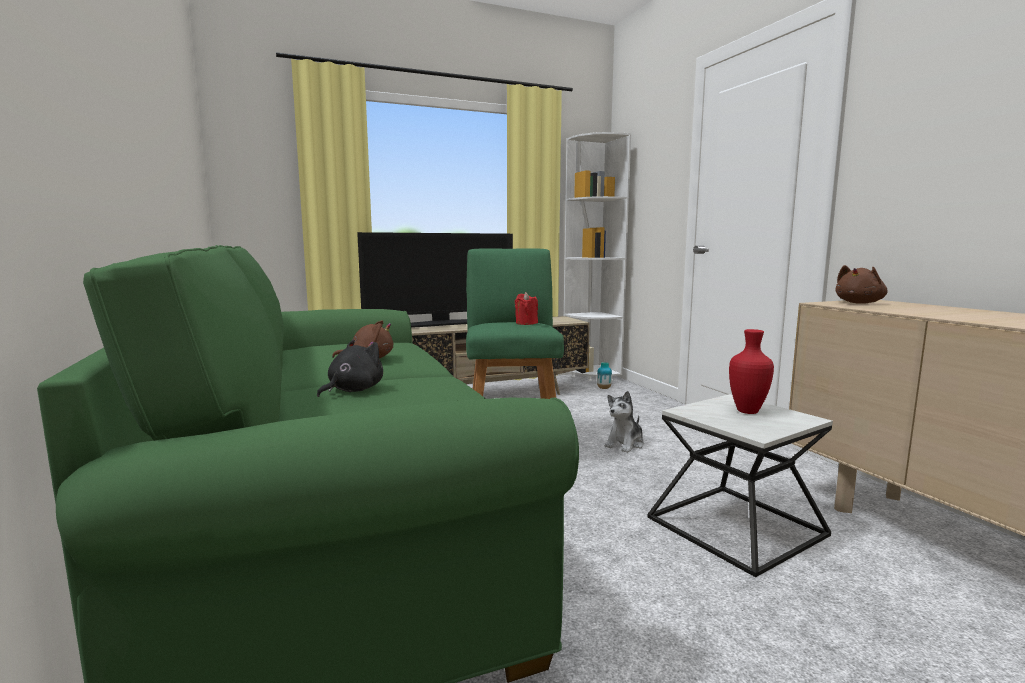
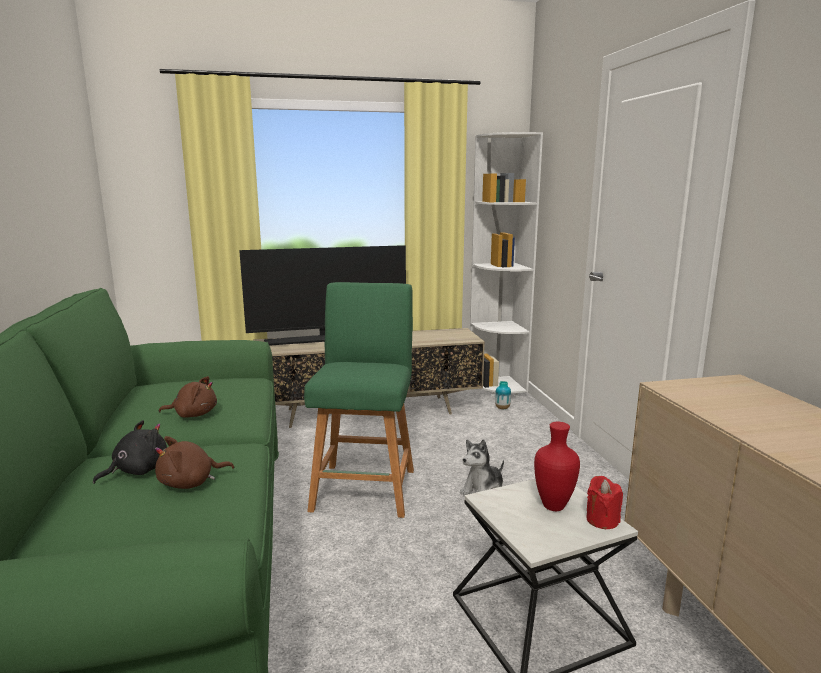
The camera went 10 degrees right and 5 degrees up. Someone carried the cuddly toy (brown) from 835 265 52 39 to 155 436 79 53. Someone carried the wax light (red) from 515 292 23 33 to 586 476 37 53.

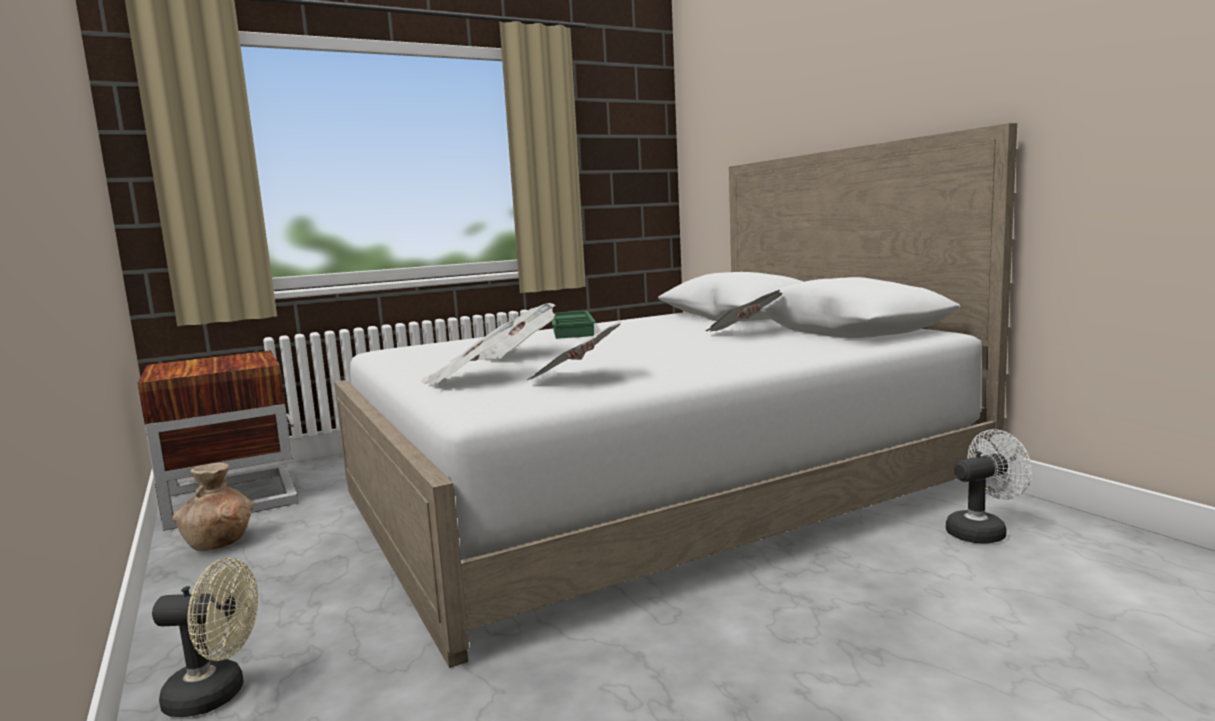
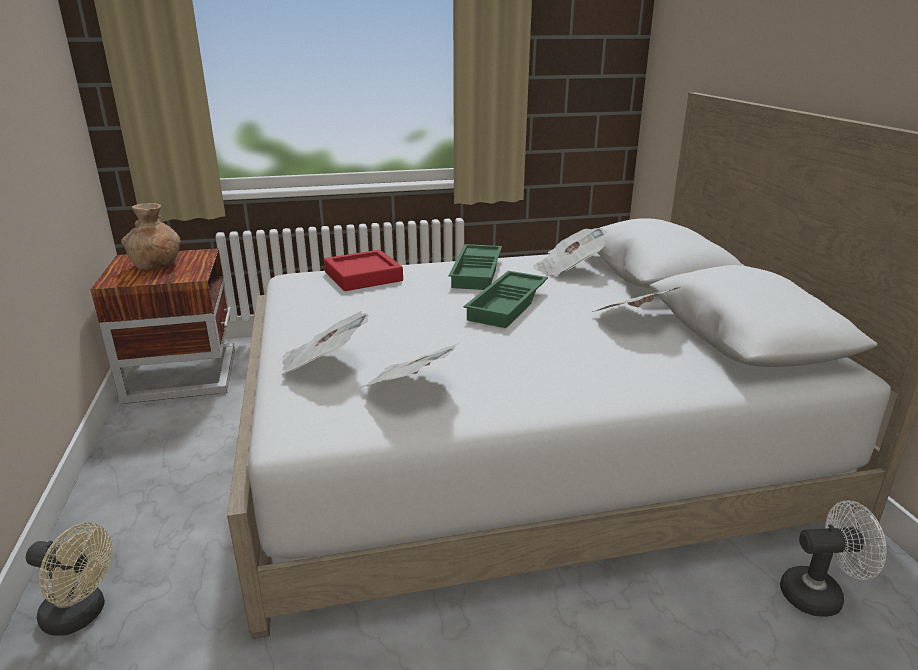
The camera went 15 degrees right and 15 degrees up. Someone carried the printed paper from 478 303 78 57 to 533 228 74 47. Someone carried the flower vase (brown) from 172 463 81 88 to 121 203 60 66. Someone put down the tray (red) at 324 250 79 41. Someone put down the tray (greenish) at 463 271 85 57.

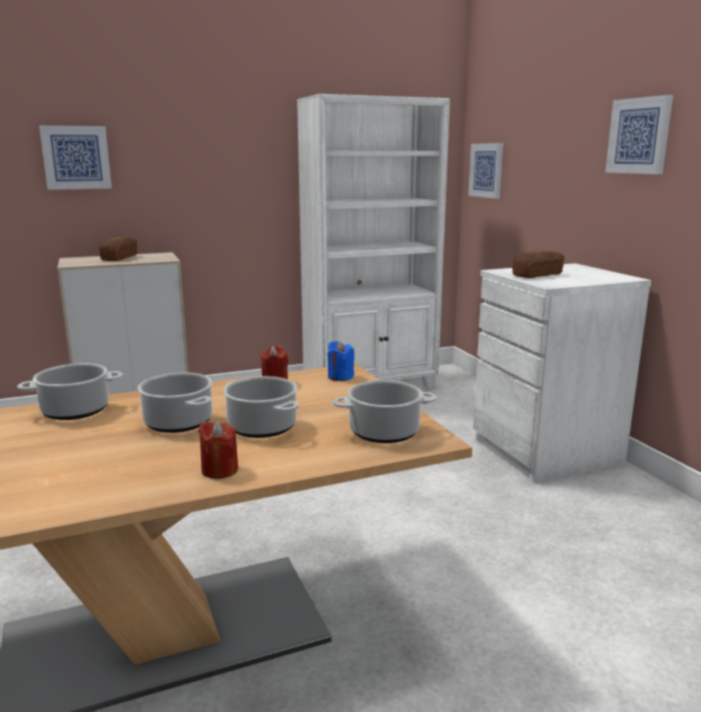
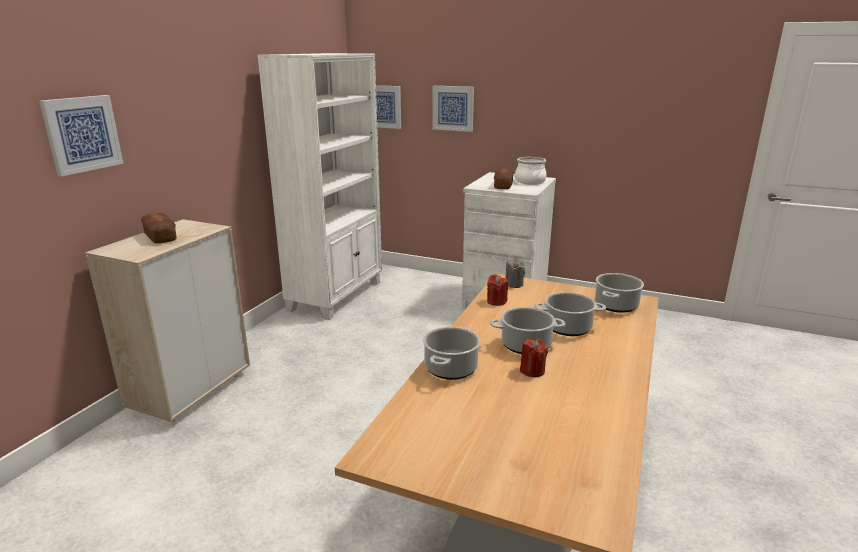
The camera went 45 degrees left and 5 degrees up. Someone carried the wall art from 605 95 68 79 to 432 86 42 46. Someone repainted the wax light (bluish) at 328 341 26 40, which became the wax light (gray) at 505 260 20 28. Someone carried the wax light (red) from 198 421 40 58 to 520 339 28 38. Someone put down the saucepot at 515 157 32 27.

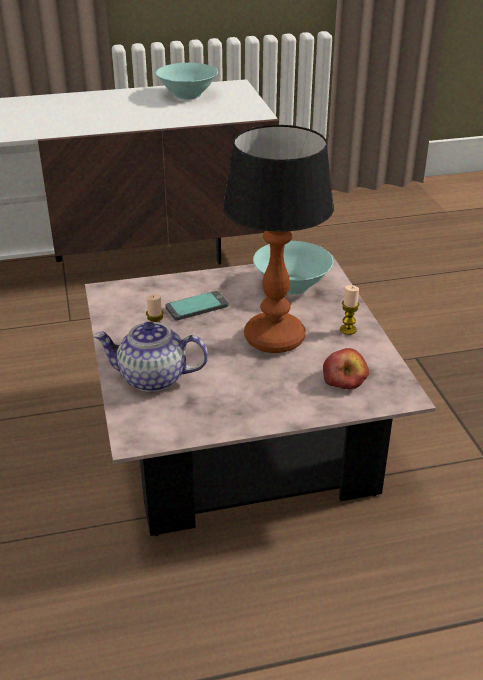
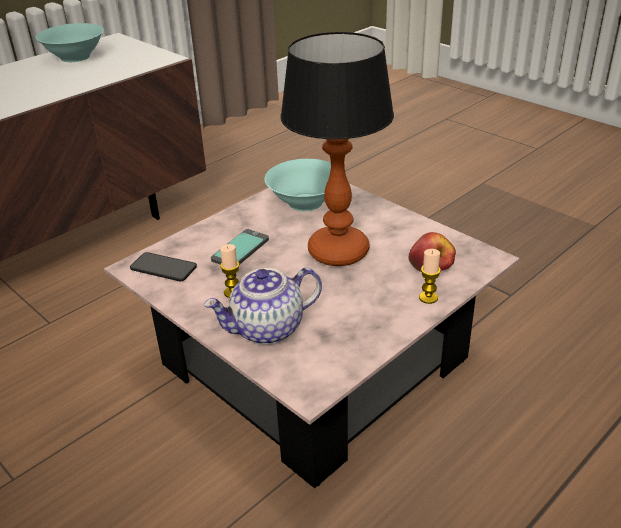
The camera went 30 degrees left and 0 degrees up. Someone carried the wax light from 340 285 19 50 to 419 249 22 55. Someone put down the phone at 130 252 67 29.

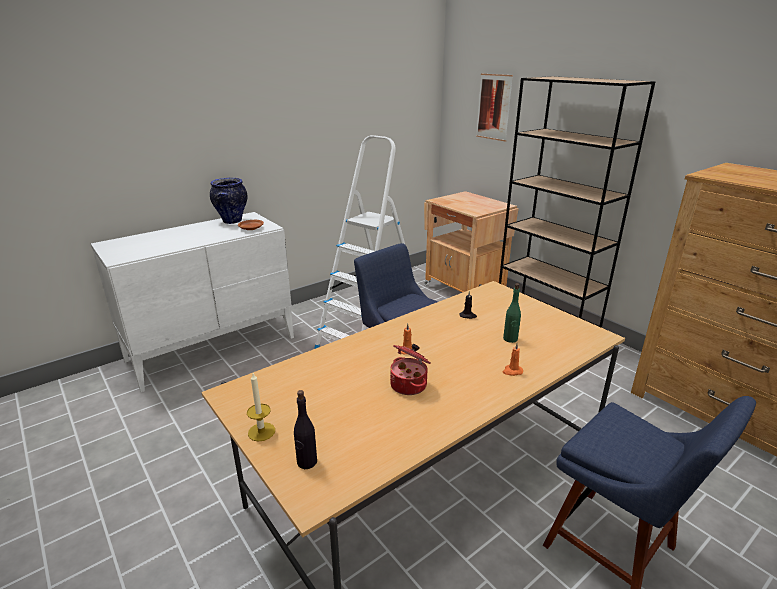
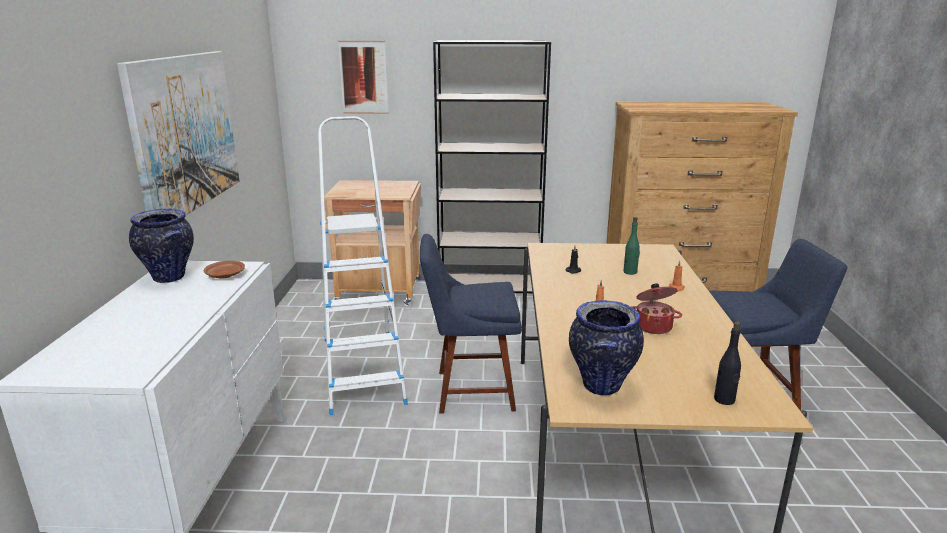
The camera went 50 degrees left and 5 degrees down. Someone took away the wax light at 247 373 28 69. Someone put up the wall art at 117 51 123 164. Someone put down the flower vase at 569 300 75 96.

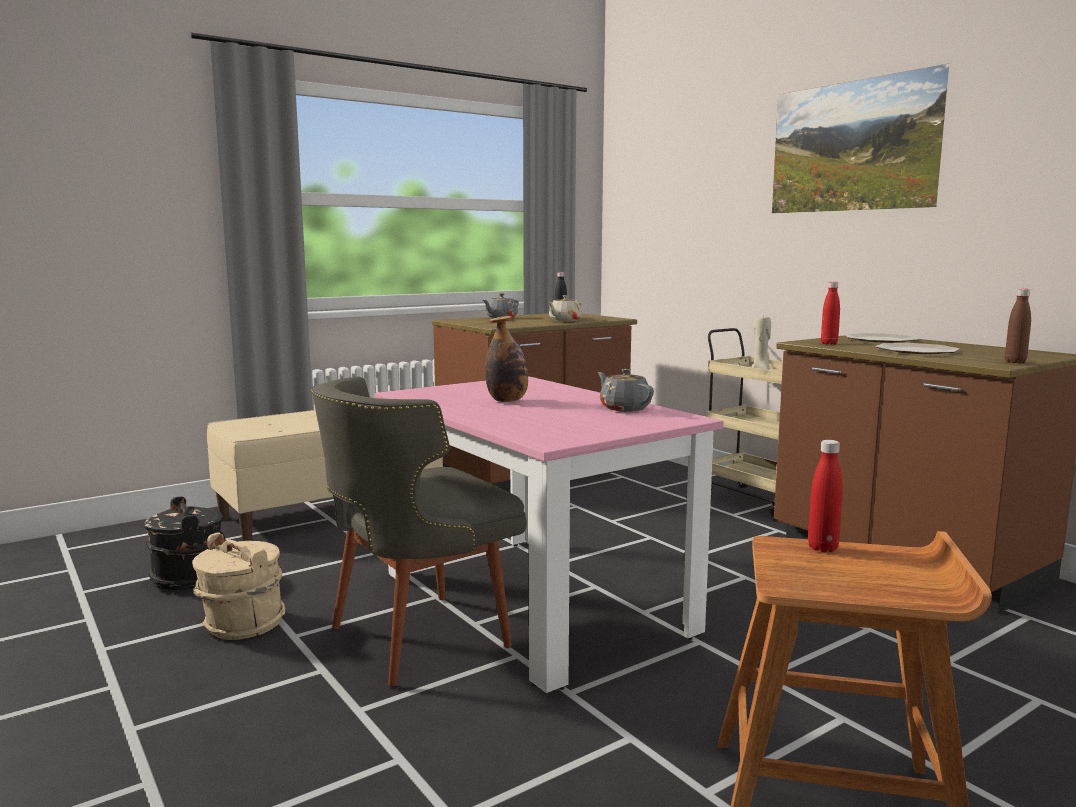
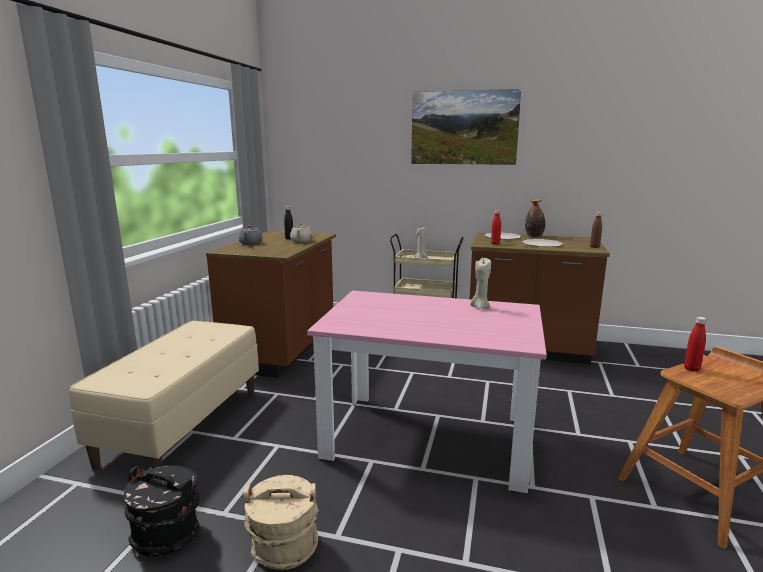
The camera went 40 degrees left and 5 degrees up. Someone carried the bottle from 485 316 43 86 to 525 198 20 39. Someone swapped the pot for tea (gray) at 597 369 57 43 for the wax light (beige-coloured) at 470 258 21 51. Someone took away the upright chair (gray) at 311 377 216 310.

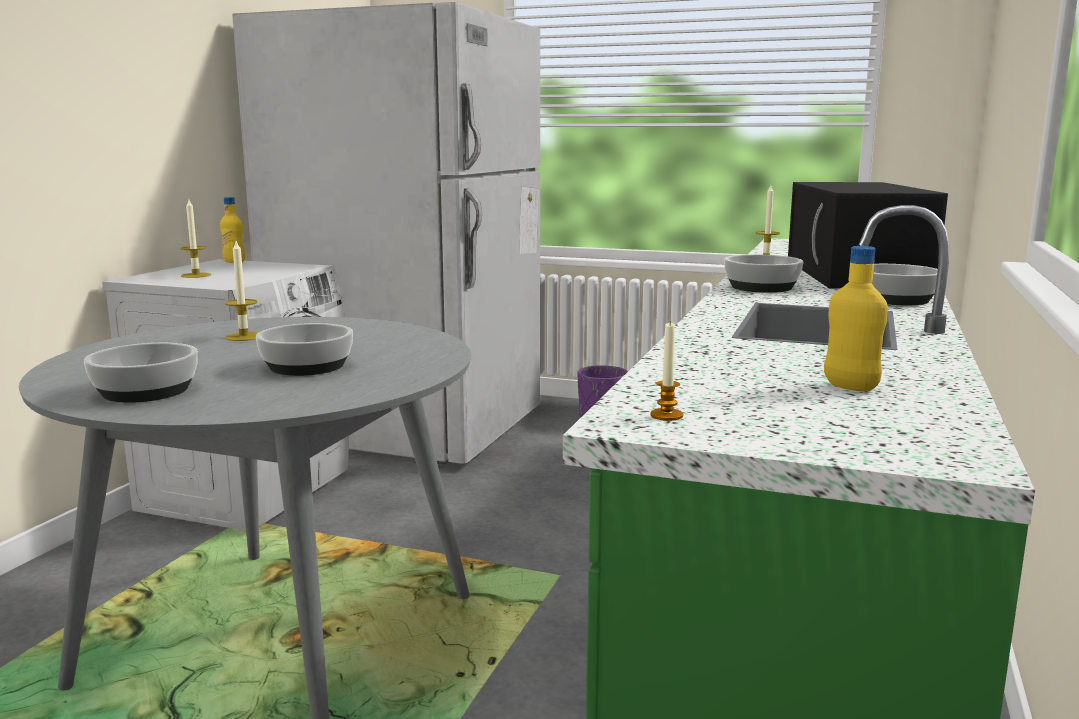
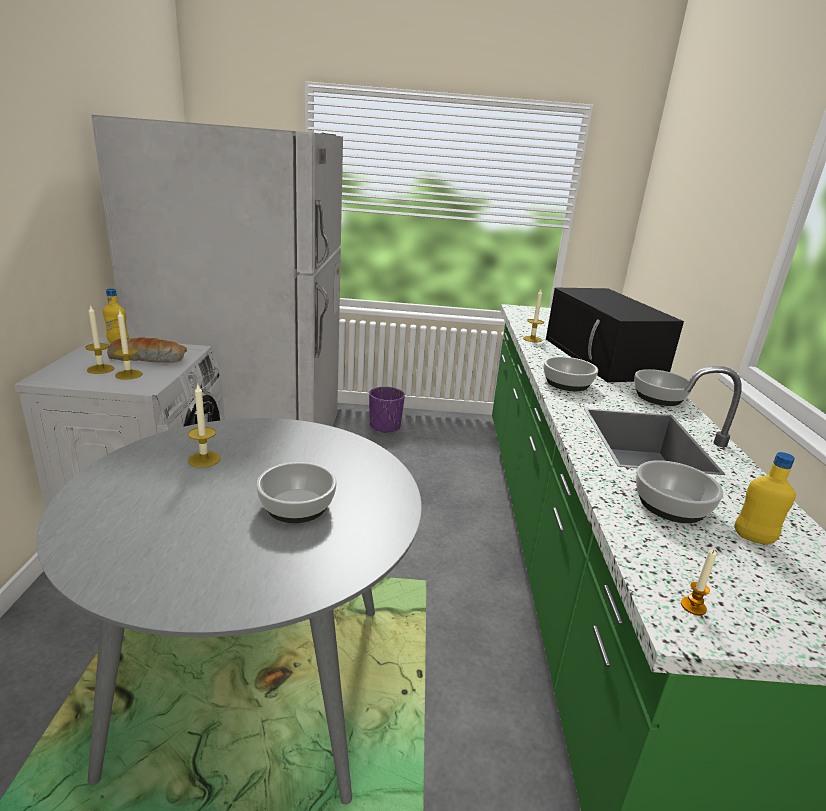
The camera went 20 degrees left and 10 degrees up. Someone carried the bowl from 84 343 114 60 to 636 460 87 63. Someone put down the wax light at 114 311 28 69. Someone put down the baked bread at 107 337 80 26.

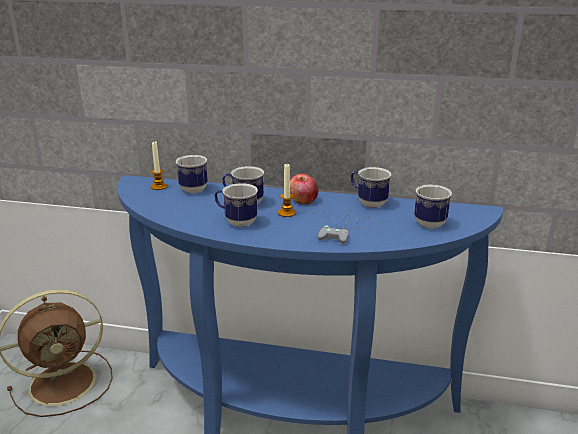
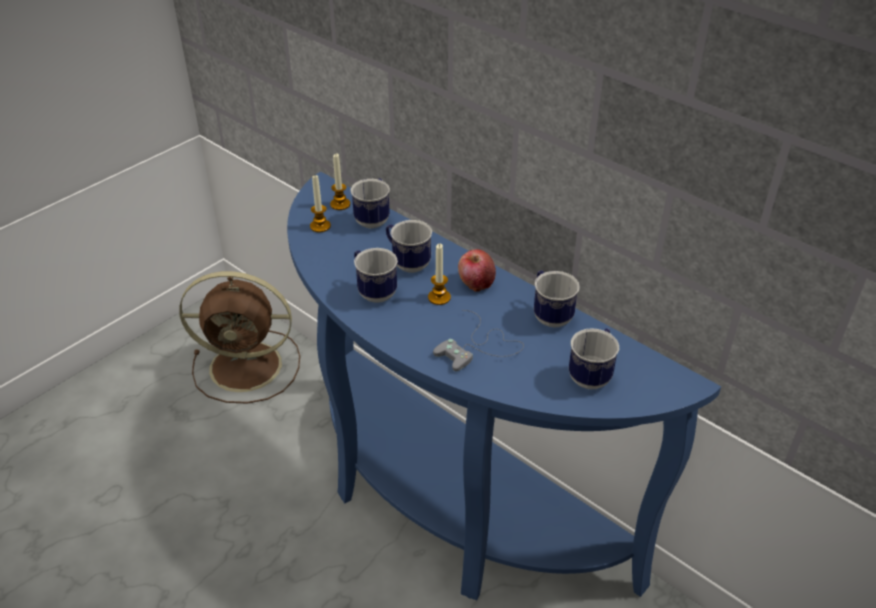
The camera went 30 degrees right and 15 degrees up. Someone put down the wax light at 310 175 21 58.

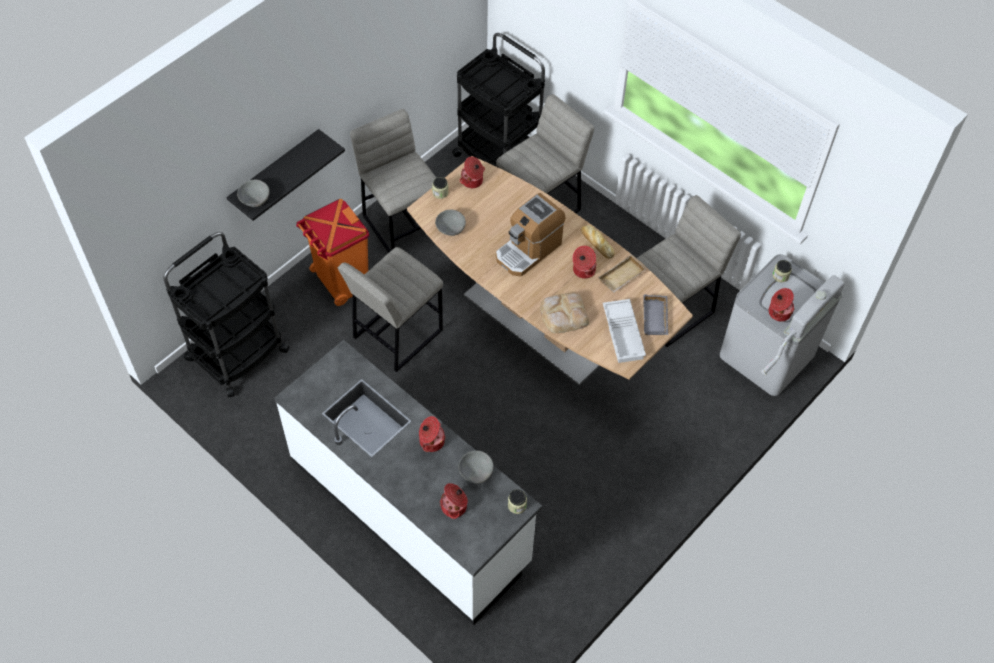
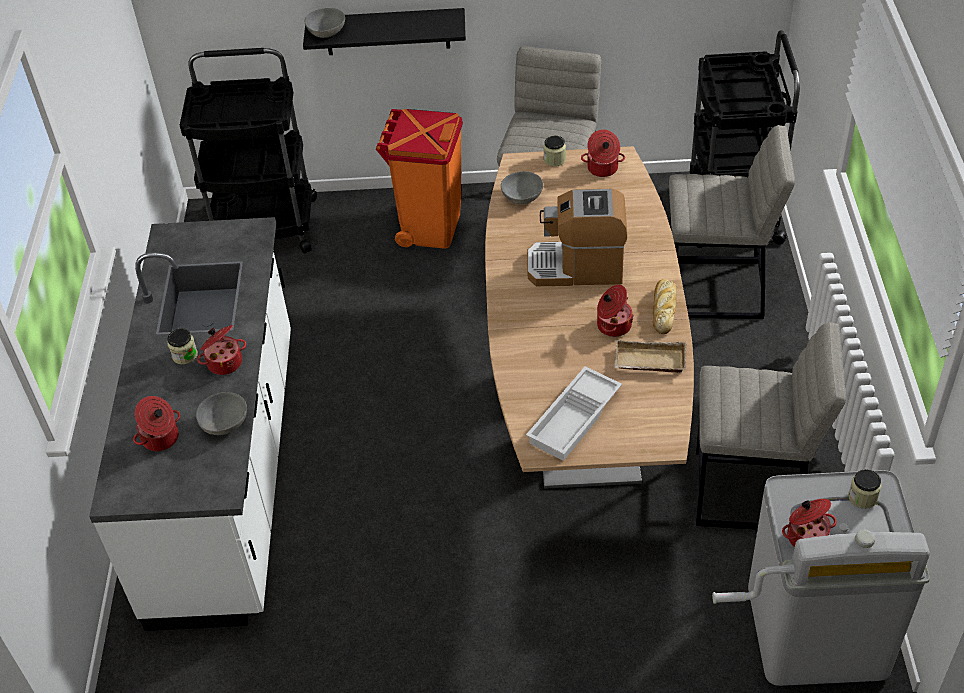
The camera went 50 degrees right and 10 degrees down. Someone took away the upright chair (gray) at 337 247 106 125. Someone took away the baked bread at 540 293 49 40. Someone took away the tray (gray) at 644 295 24 40. Someone carried the preserve jar from 508 489 19 25 to 168 328 30 37.

